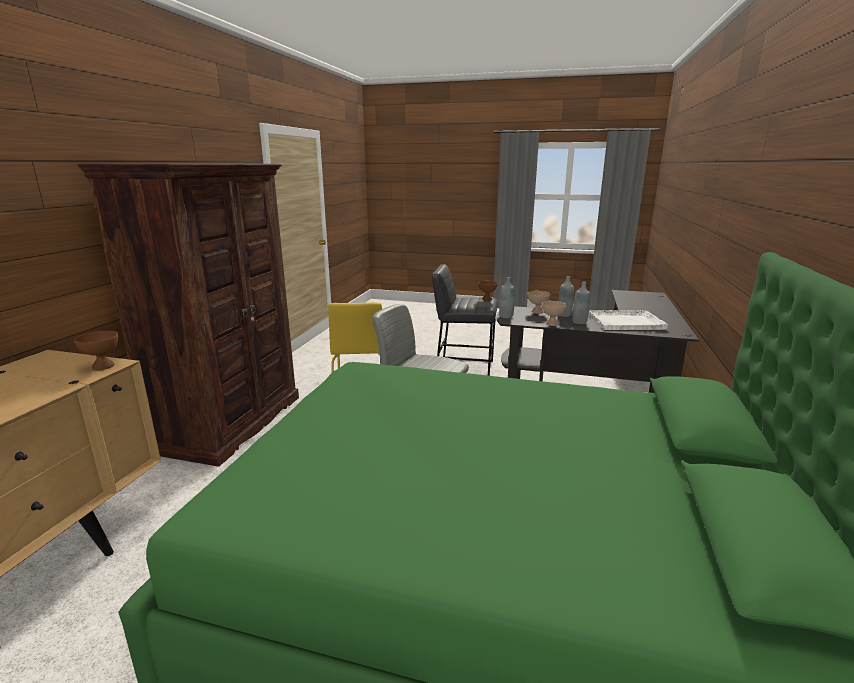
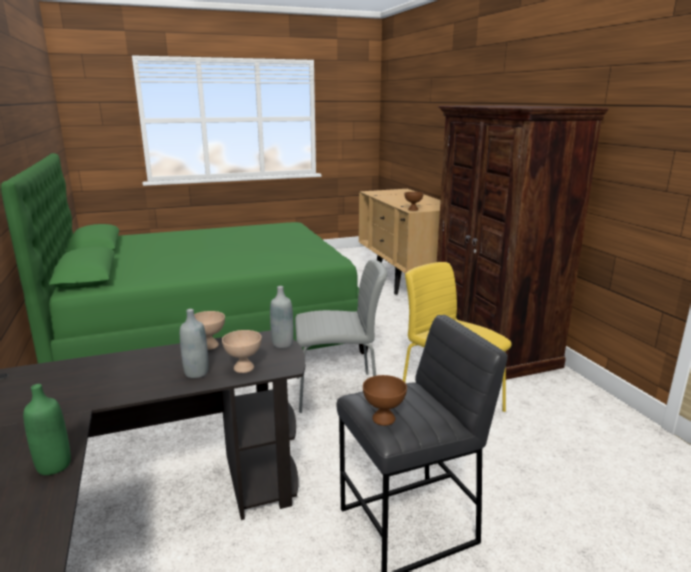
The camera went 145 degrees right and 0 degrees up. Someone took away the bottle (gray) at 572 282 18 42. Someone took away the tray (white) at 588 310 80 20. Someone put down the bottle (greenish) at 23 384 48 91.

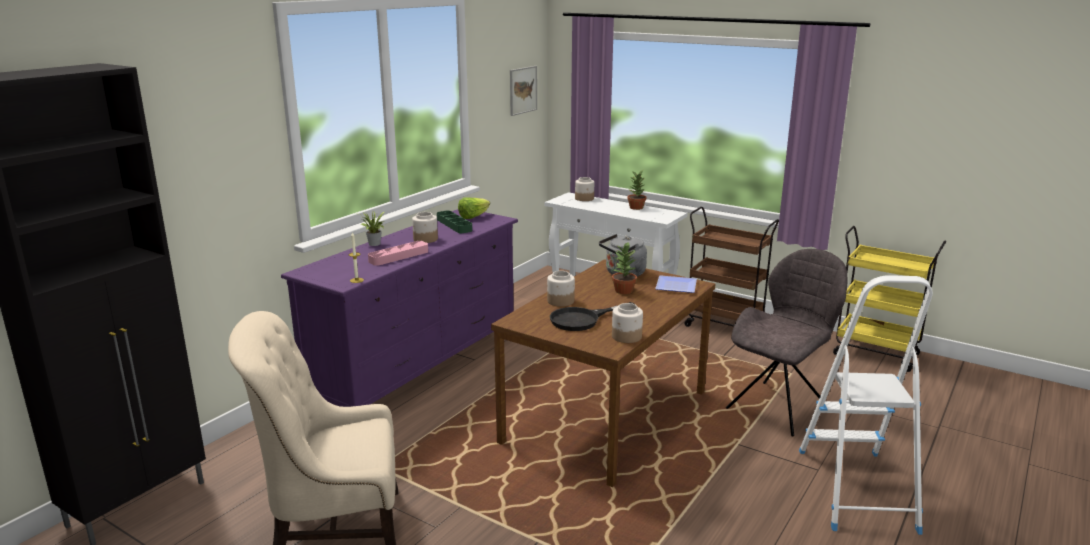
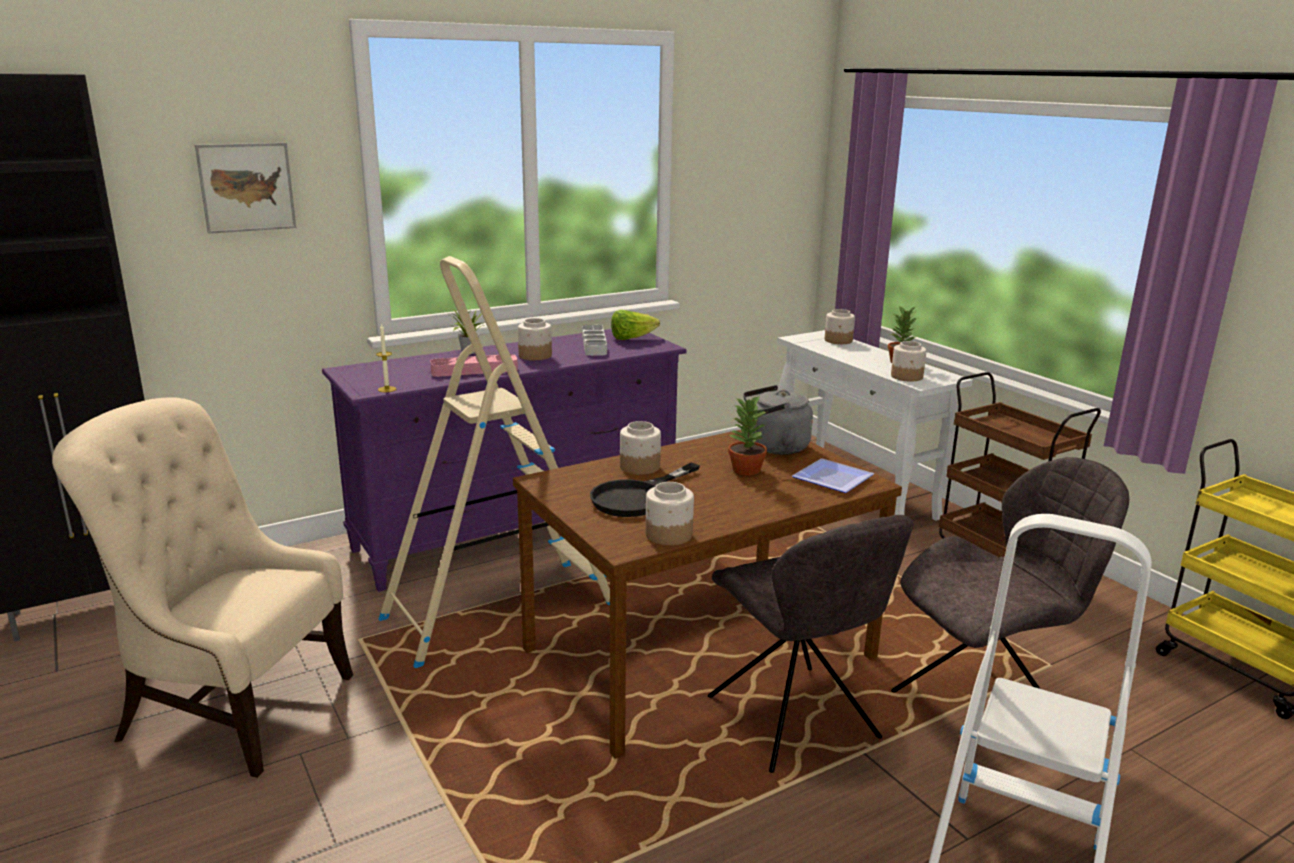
The camera went 25 degrees right and 0 degrees up. Someone carried the wall art from 510 66 27 50 to 195 143 101 91. Someone repainted the tray (greenish) at 437 211 35 22, which became the tray (gray) at 582 325 25 31. Someone rotated the pan (blackish) at 550 302 84 29 by 45 degrees counterclockwise. Someone put down the step ladder (beige-coloured) at 379 256 231 412. Someone put down the preserve jar at 891 341 35 41. Someone put down the upright chair (gray) at 708 515 206 258.

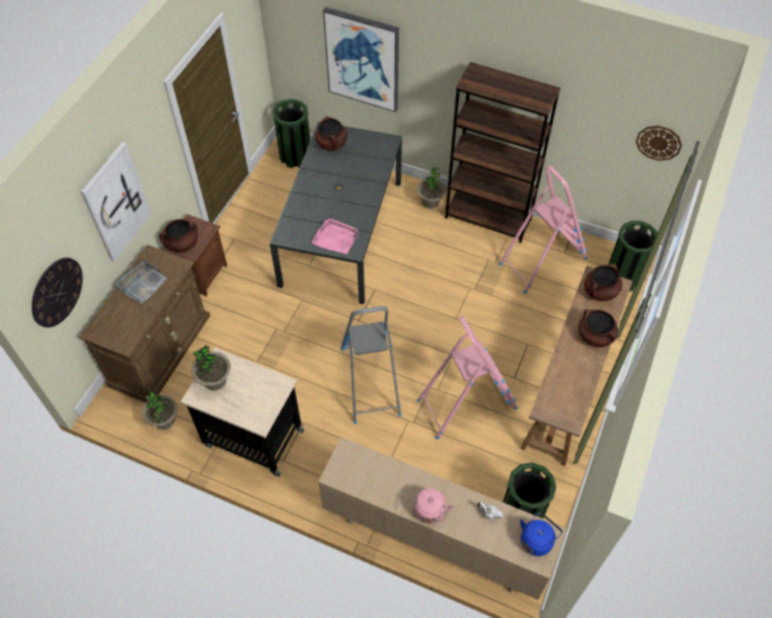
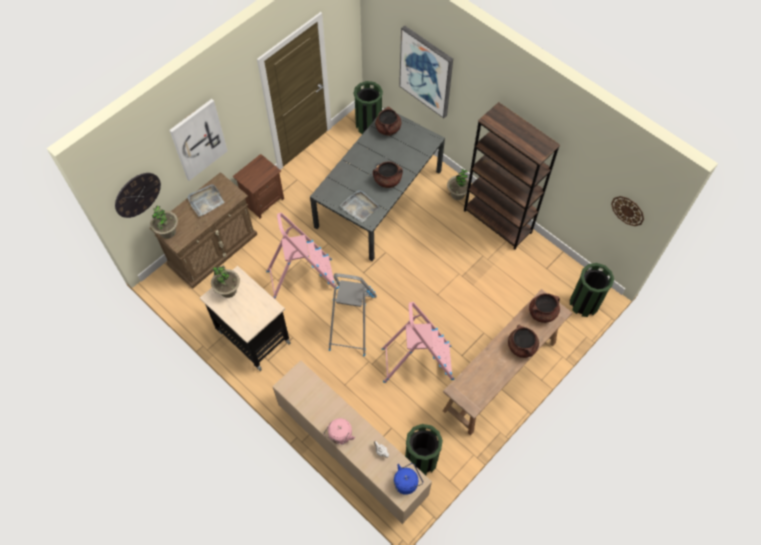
The camera went 20 degrees right and 5 degrees up. Someone carried the step ladder (pink-coloured) from 499 165 89 129 to 266 212 72 87. Someone carried the saucepot (brown) from 159 219 39 34 to 373 162 30 26. Someone repainted the tray (pink-coloured) at 312 219 47 35, which became the tray (gray) at 340 190 39 32. Someone carried the houseplant from 142 392 36 37 to 150 205 28 34.

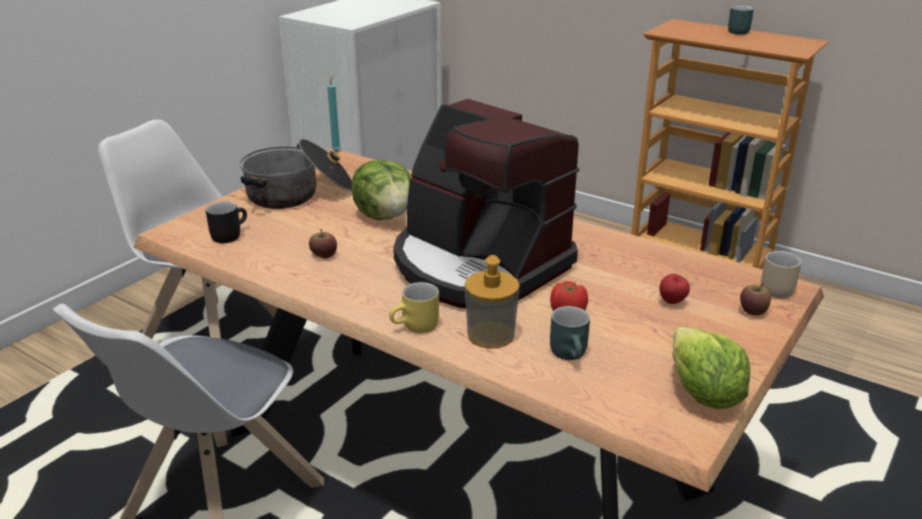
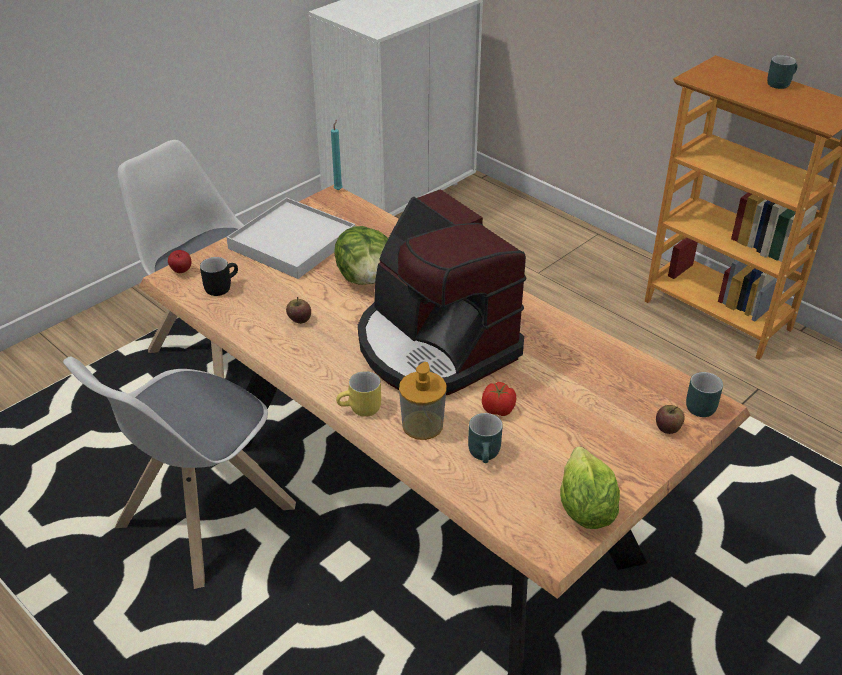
The camera went 10 degrees right and 10 degrees up. Someone swapped the saucepot at 240 139 112 70 for the tray (white) at 227 197 128 82. Someone repainted the mug (beige-coloured) at 761 251 41 47, which became the mug (blue-green) at 686 372 37 45. Someone carried the apple fruit from 660 274 30 30 to 168 250 23 23.

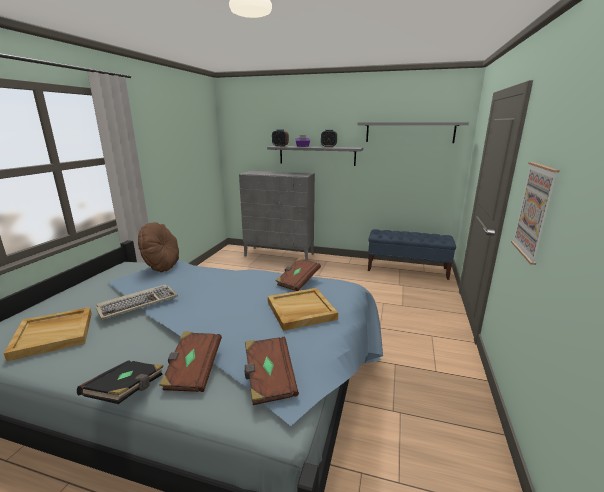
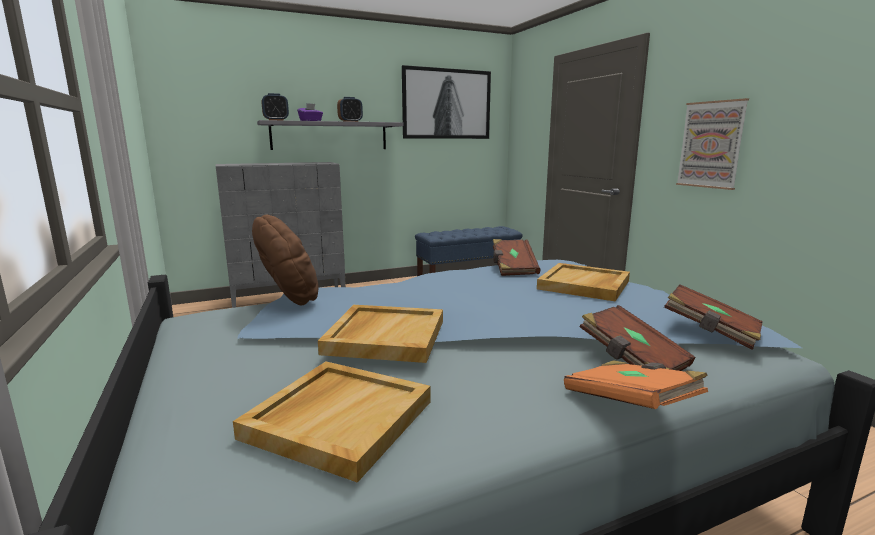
The camera went 40 degrees left and 5 degrees down. Someone swapped the wall shelf (gray) at 358 122 111 21 for the wall art at 402 65 89 74. Someone swapped the PC keyboard at 96 284 82 36 for the tray (beige-coloured) at 318 305 125 58. Someone repainted the bound book (blackish) at 77 360 87 44, which became the bound book (orange) at 564 360 144 49.

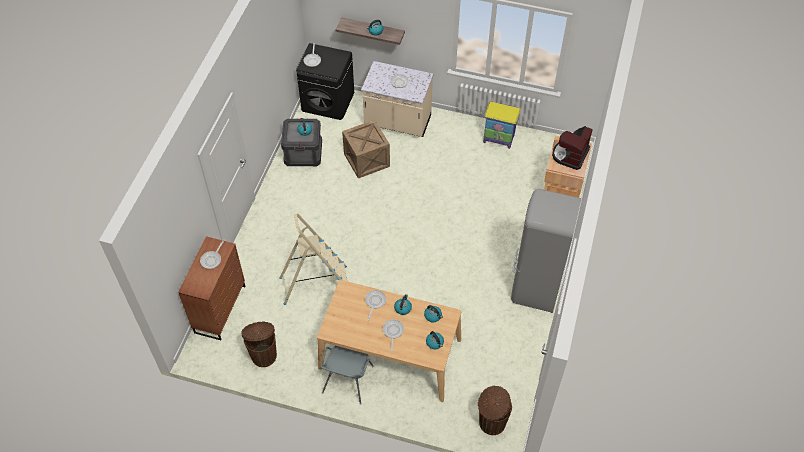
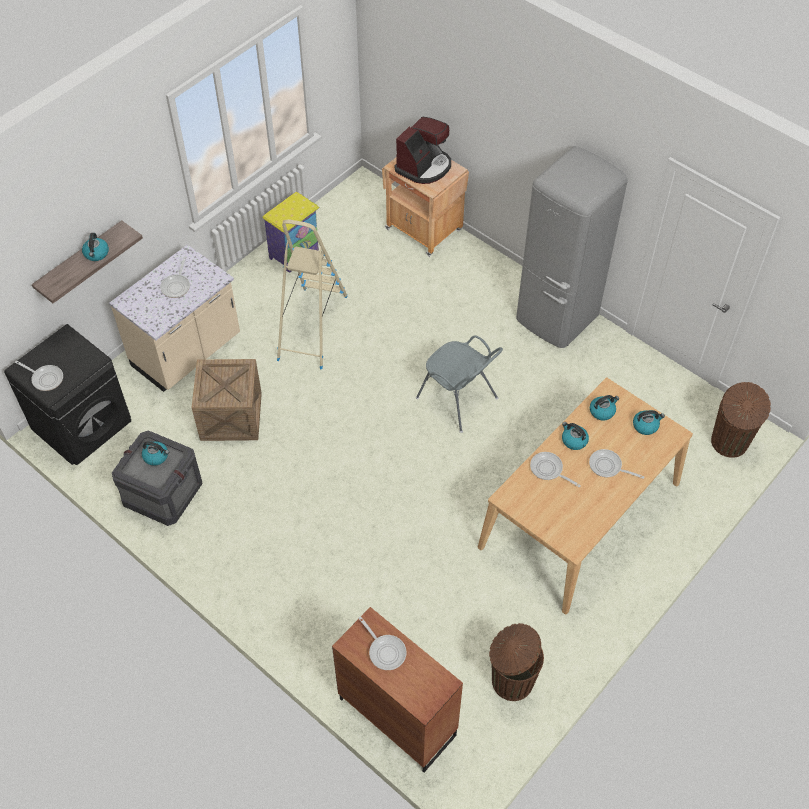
The camera went 65 degrees left and 0 degrees up. Someone rotated the coffee brewer at 552 126 41 44 by 105 degrees counterclockwise. Someone carried the step ladder (beige-coloured) from 279 213 69 92 to 277 219 71 150. Someone carried the upright chair (gray) from 320 346 54 59 to 416 335 87 98.

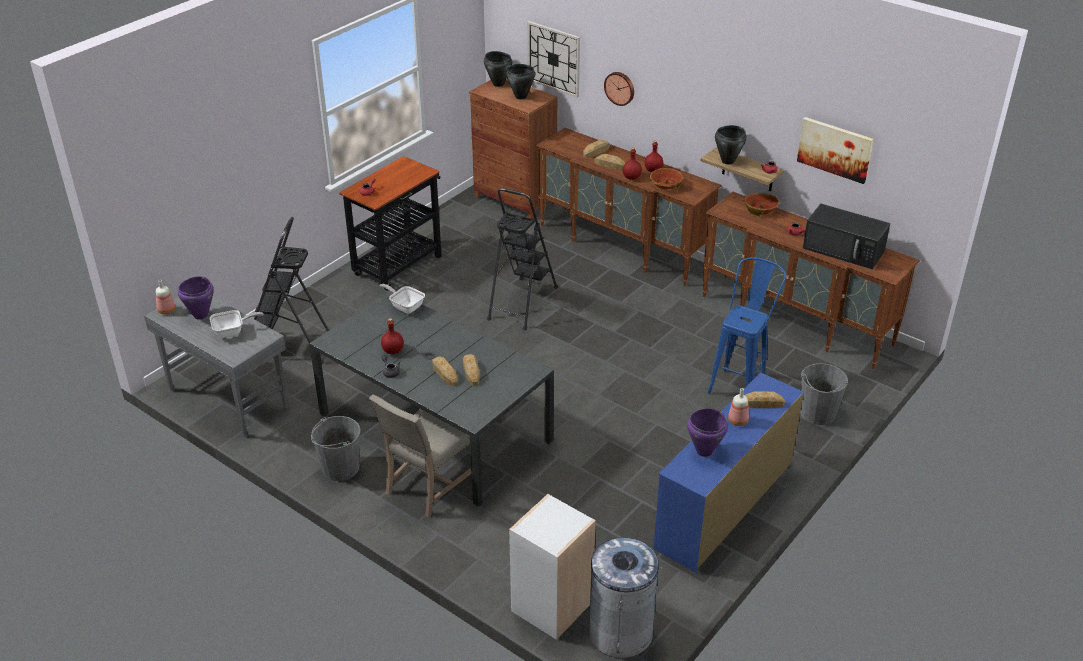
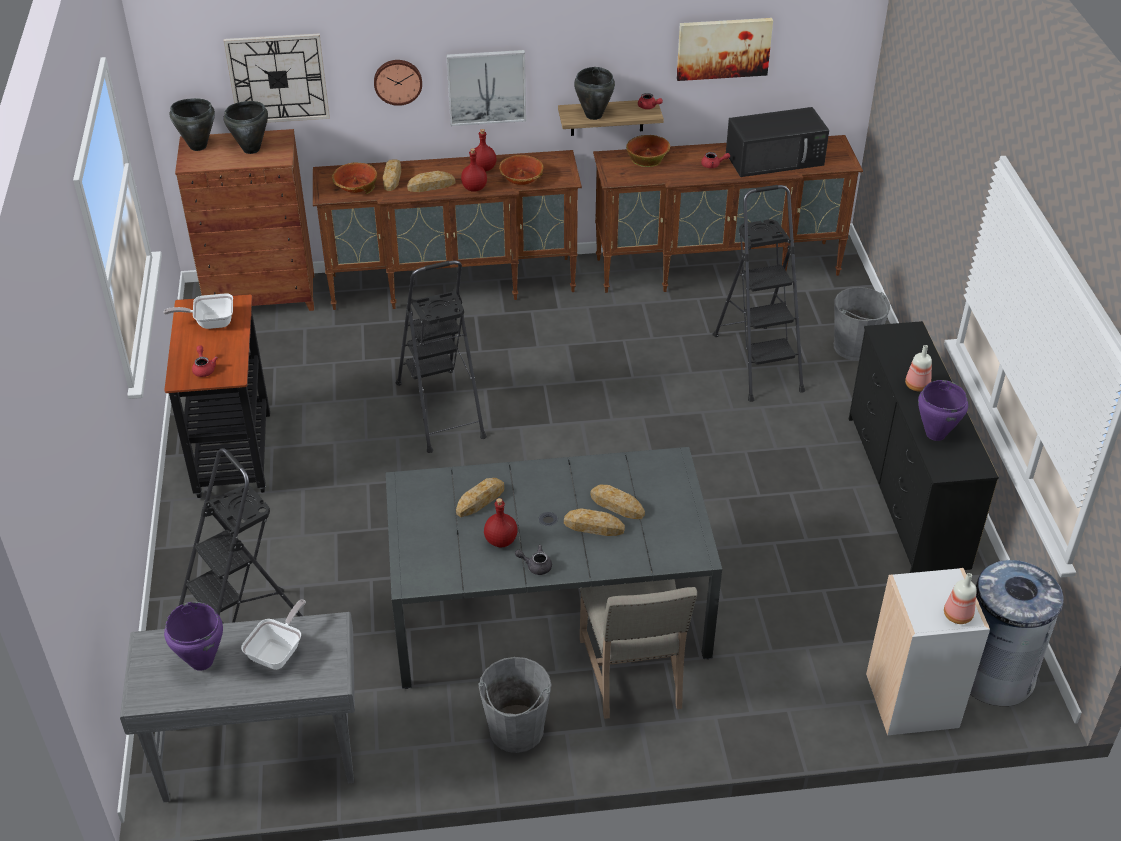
The camera went 45 degrees left and 5 degrees up. Someone swapped the sitting stool (bluish) at 707 257 79 137 for the step ladder at 712 185 93 217. Someone carried the bottle from 156 279 20 35 to 944 573 33 51. Someone carried the pan from 380 284 45 30 to 163 293 70 36. Someone repainted the chest of drawers (bluish) at 653 372 151 201, which became the chest of drawers (blackish) at 849 321 150 252. Someone carried the baked bread from 745 391 40 17 to 456 478 48 39. Someone put up the wall art at 446 50 80 76. Someone put down the bowl at 332 162 45 32.

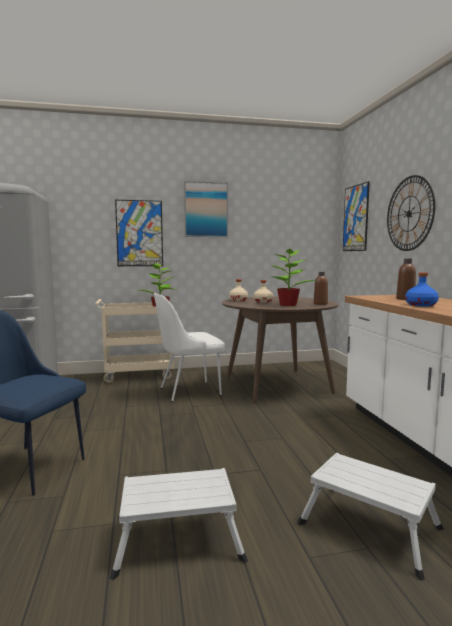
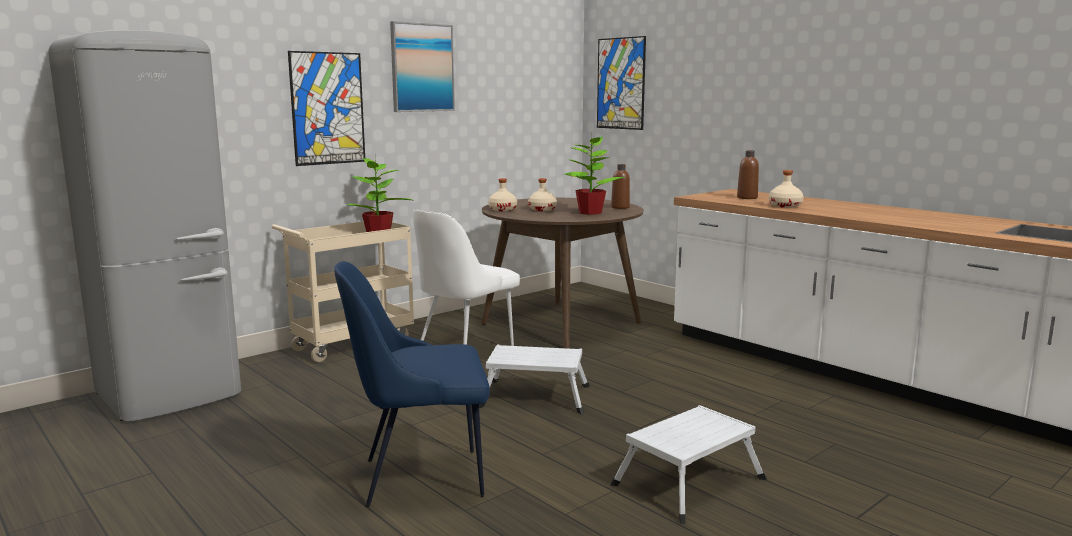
The camera went 30 degrees left and 5 degrees up. Someone took away the hanging clock at 387 175 48 76. Someone repainted the bottle (bluish) at 405 272 34 34, which became the bottle (beige-coloured) at 769 170 35 38. Someone carried the step ladder (white) from 297 452 147 128 to 479 345 111 70.

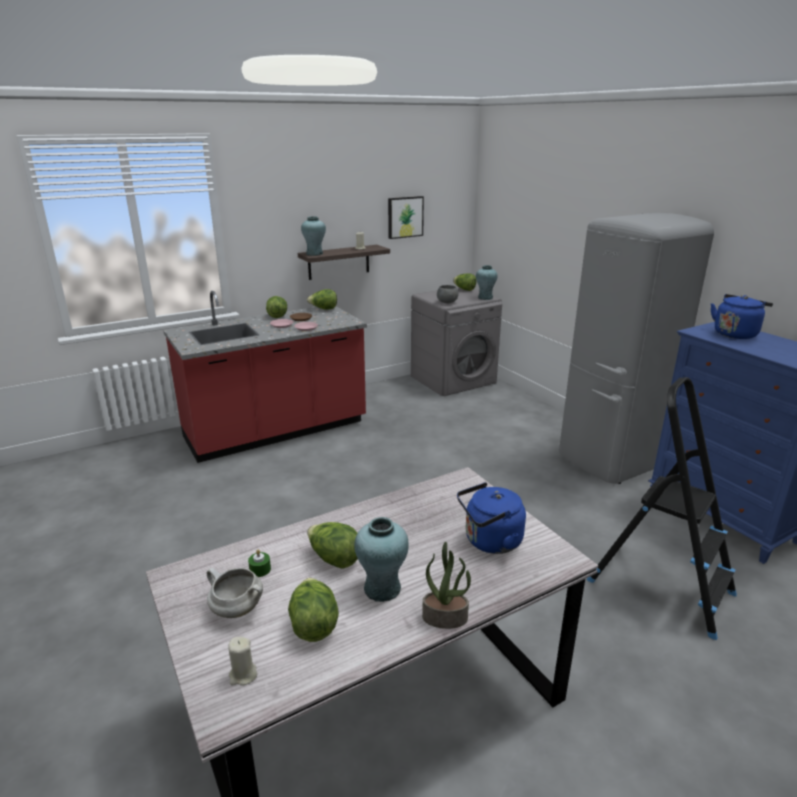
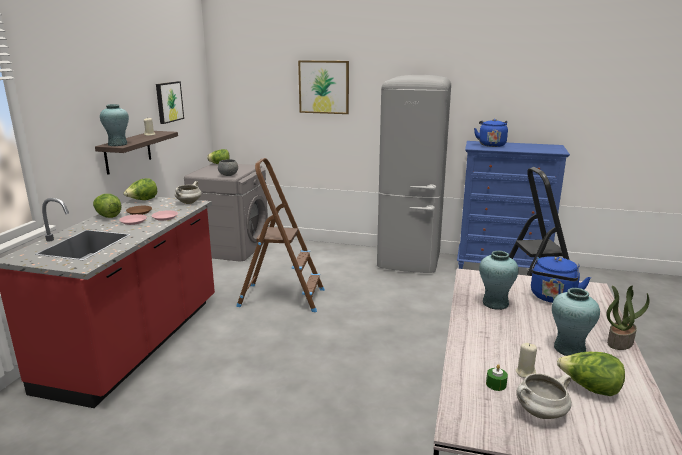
The camera went 45 degrees left and 5 degrees down. Someone carried the flower vase (blue-green) from 476 265 22 35 to 479 251 40 59. Someone took away the lettuce head at 307 522 51 47. Someone carried the wax light (beige-coloured) from 228 637 29 48 to 515 343 22 35. Someone put up the wall art at 298 60 51 54. Someone put down the step ladder (brown) at 236 158 89 154. Someone put down the saucepot (white) at 175 181 27 23.

